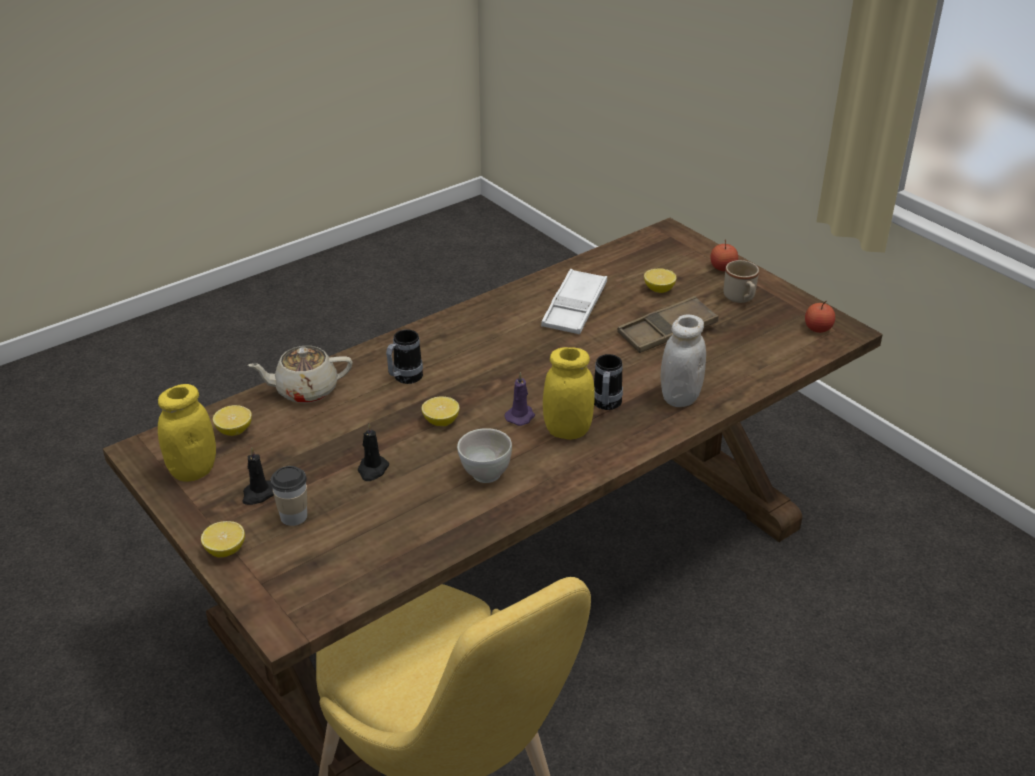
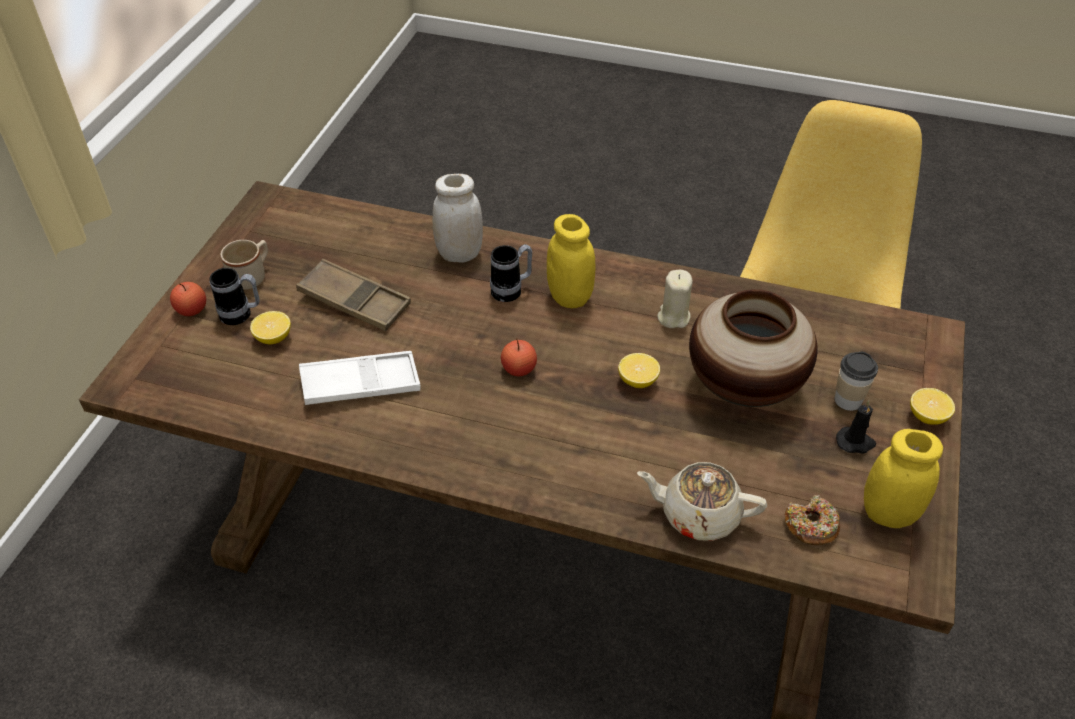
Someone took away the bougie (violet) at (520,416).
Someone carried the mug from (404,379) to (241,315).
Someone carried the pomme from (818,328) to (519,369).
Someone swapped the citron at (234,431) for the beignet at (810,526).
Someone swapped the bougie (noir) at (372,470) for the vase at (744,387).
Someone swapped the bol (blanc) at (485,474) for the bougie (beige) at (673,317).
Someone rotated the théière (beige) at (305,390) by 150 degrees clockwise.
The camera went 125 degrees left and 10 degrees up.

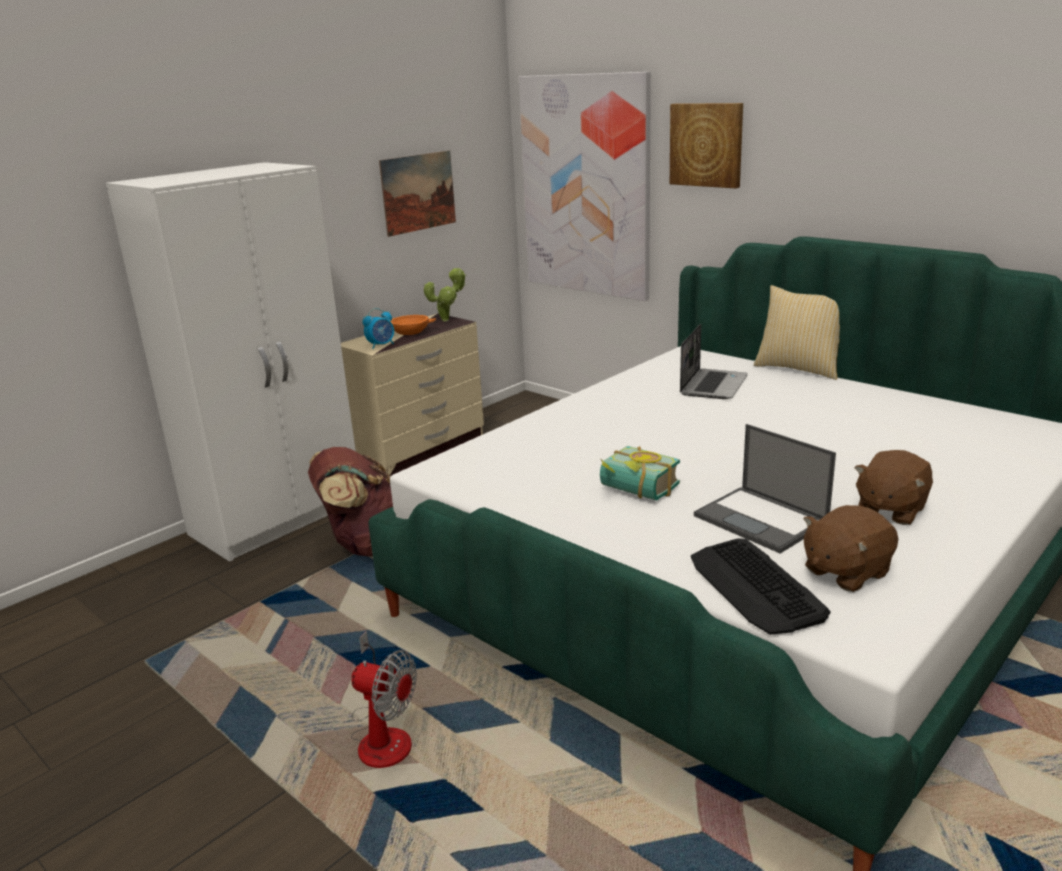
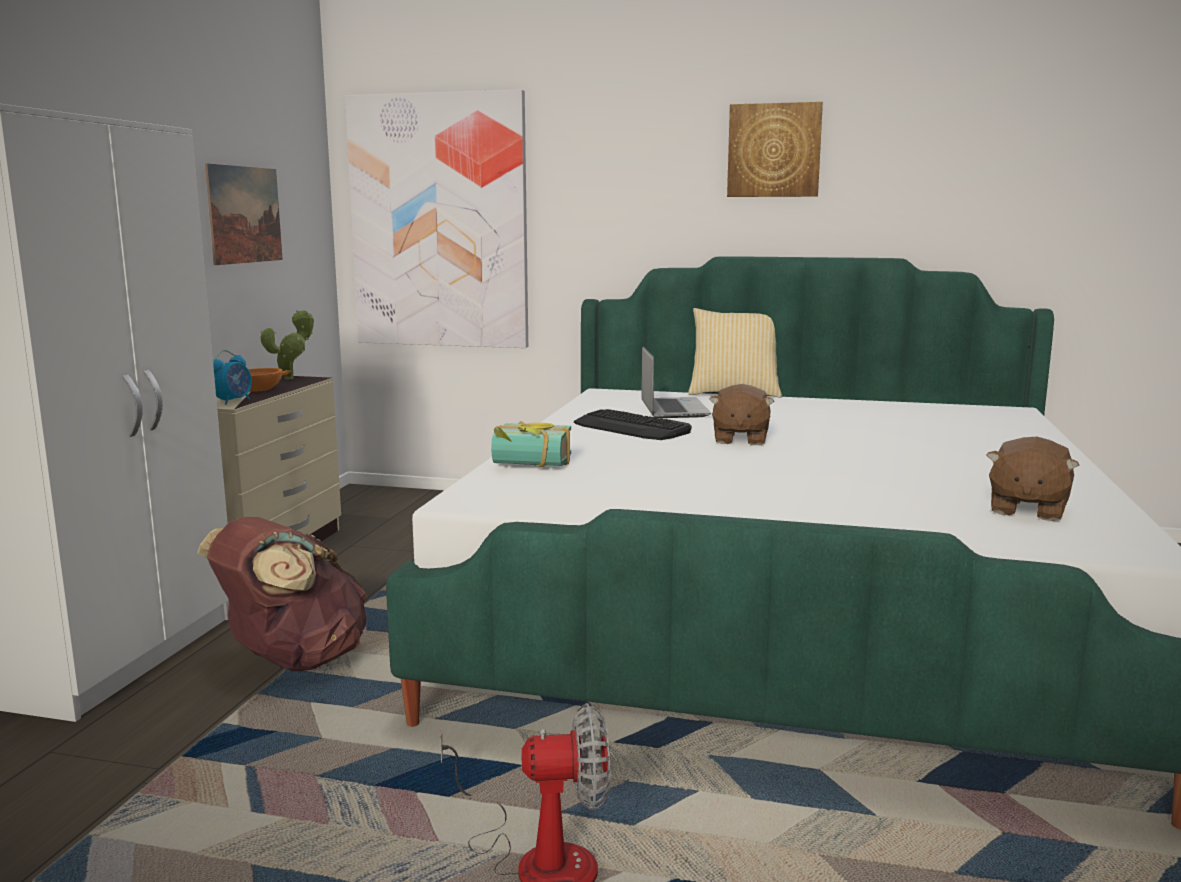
Someone took away the ordinateur portable at (762,520).
Someone carried the livre from (635,492) to (530,466).
Someone carried the tableau from (706,145) to (774,150).
Someone carried the clavier from (755,587) to (631,427).
Someone carried the peluche (marron) from (890,509) to (739,439).
The camera went 30 degrees left and 10 degrees down.

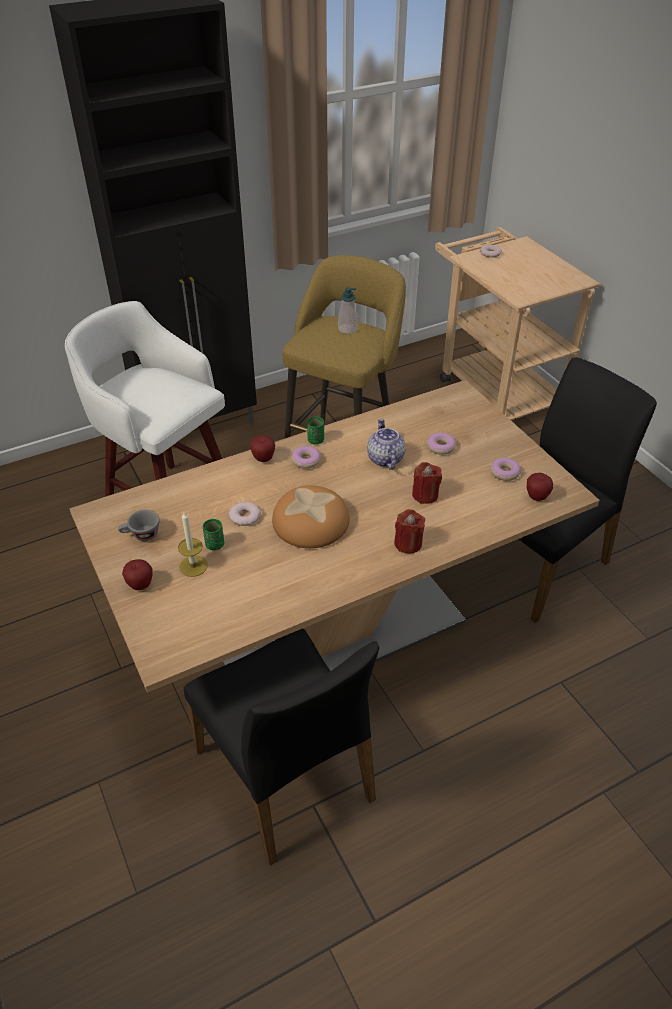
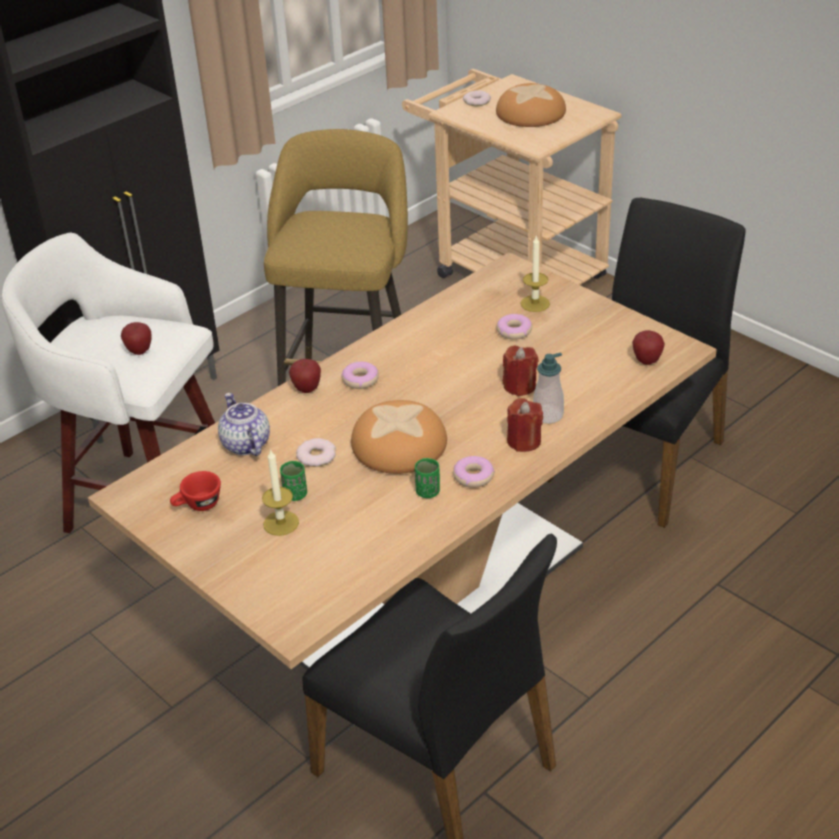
Someone put down the pain at (531,113).
Someone put down the bougie at (535,303).
Someone carried the pomme from (140,585) to (139,351).
Someone carried the tasse (vert) from (316,440) to (428,492).
Someone carried the distributeur de savon from (347,329) to (548,415).
Someone carried the théière from (384,458) to (245,444).
Someone carried the beignet from (505,473) to (473,476).
Someone repainted the tasse (gris) at (141,535), which became the tasse (rouge) at (198,505).
The camera went 15 degrees left and 5 degrees down.

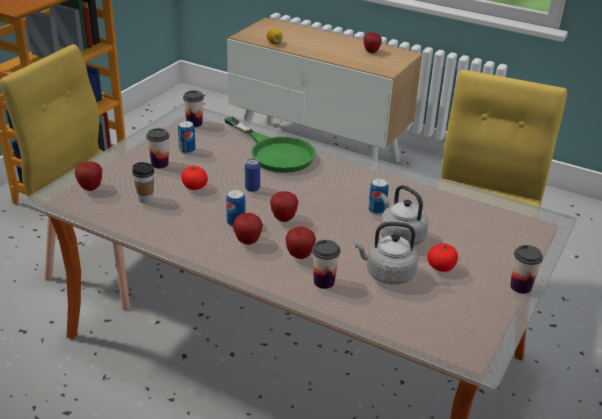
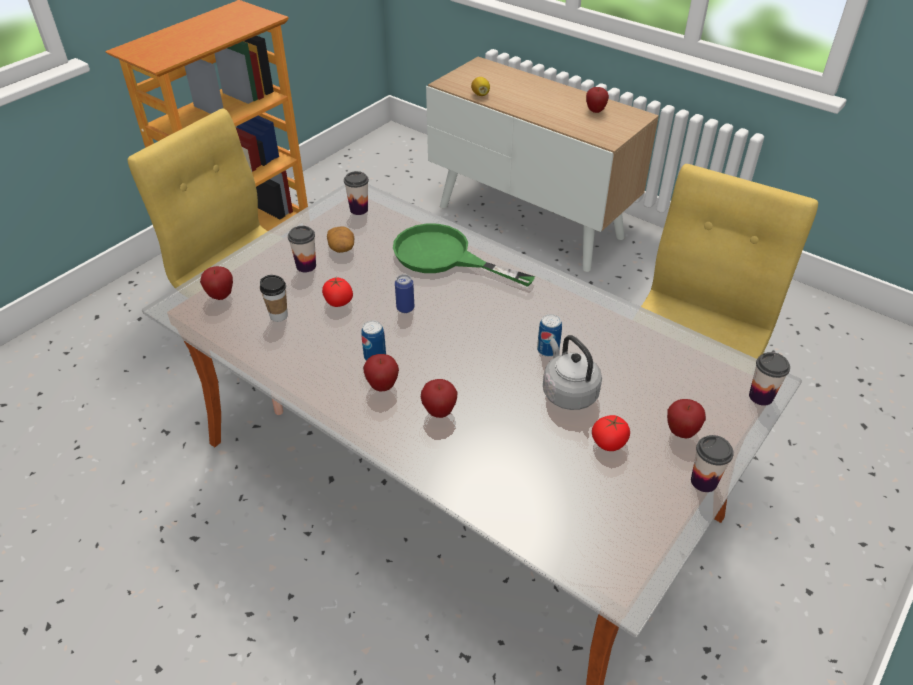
Someone took away the bouilloire (gris) at (387,274).
Someone carried the pomme from (283,218) to (681,432).
Someone carried the tasse from (324,282) to (761,396).
Someone swapped the boîte métallique at (187,150) for the pomme de terre at (342,248).
Someone rotated the poêle (vert) at (275,152) by 150 degrees clockwise.
The camera went 10 degrees right and 10 degrees up.

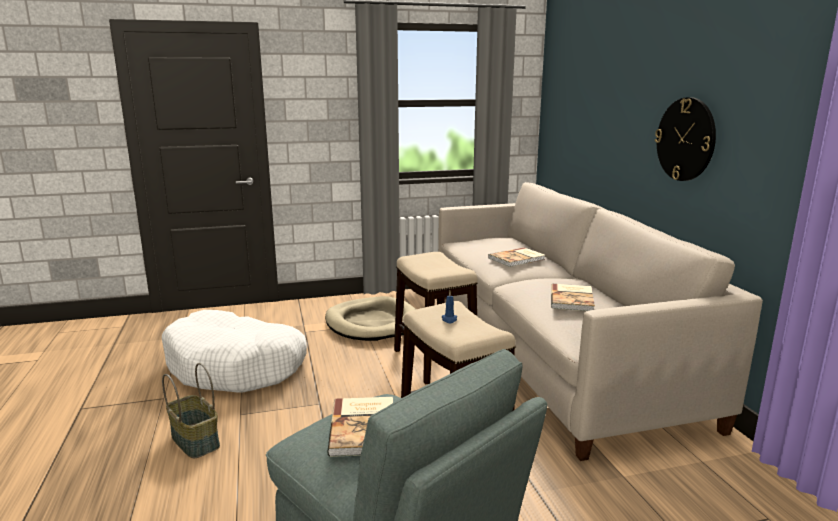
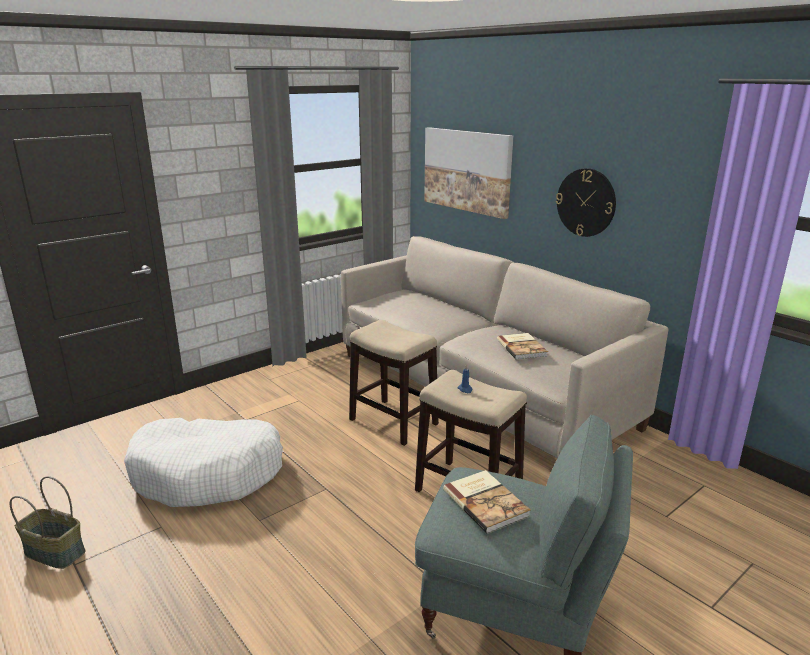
Someone took away the panier pour chien (beige) at (372,323).
Someone took away the livre at (517,259).
Someone put up the tableau at (467,170).
Someone carried the panier from (196,441) to (56,552).
The camera went 25 degrees left and 5 degrees up.

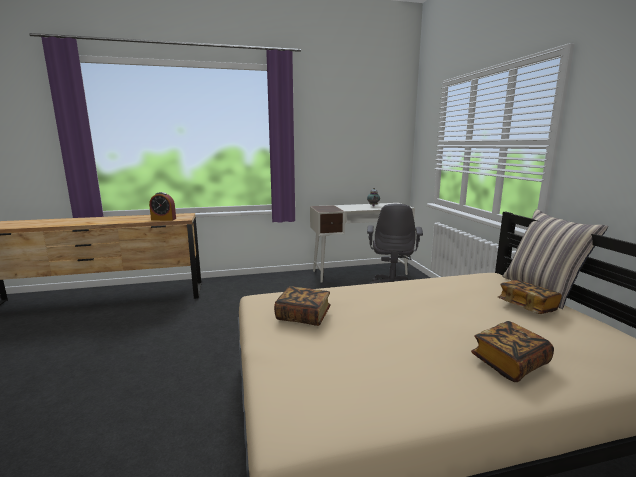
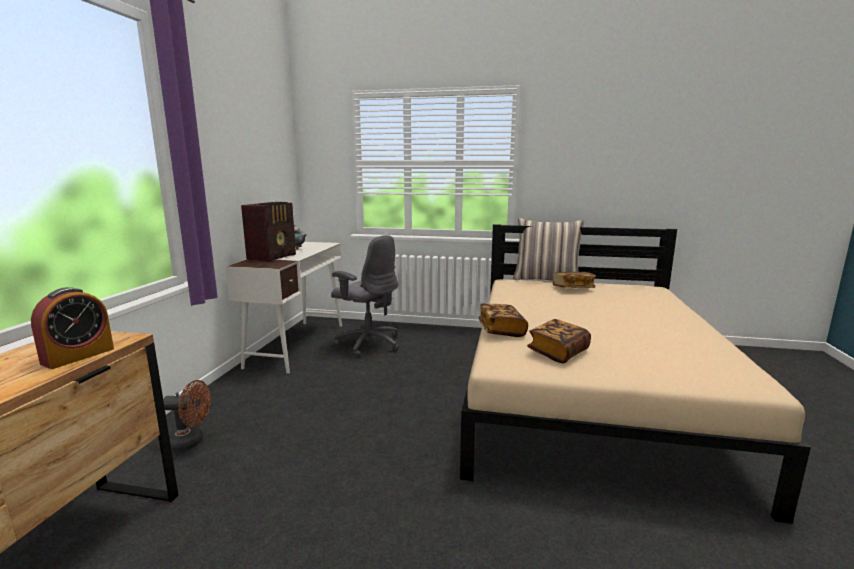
Someone put down the ventilateur (marron) at (190,442).
Someone put down the radio at (273,257).
Someone carried the livre from (509,363) to (501,330).
The camera went 65 degrees left and 0 degrees up.

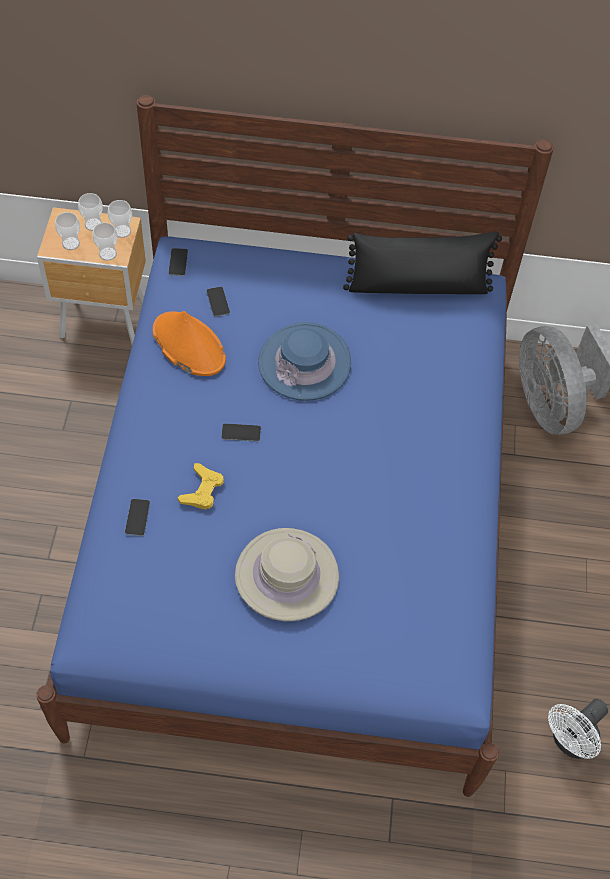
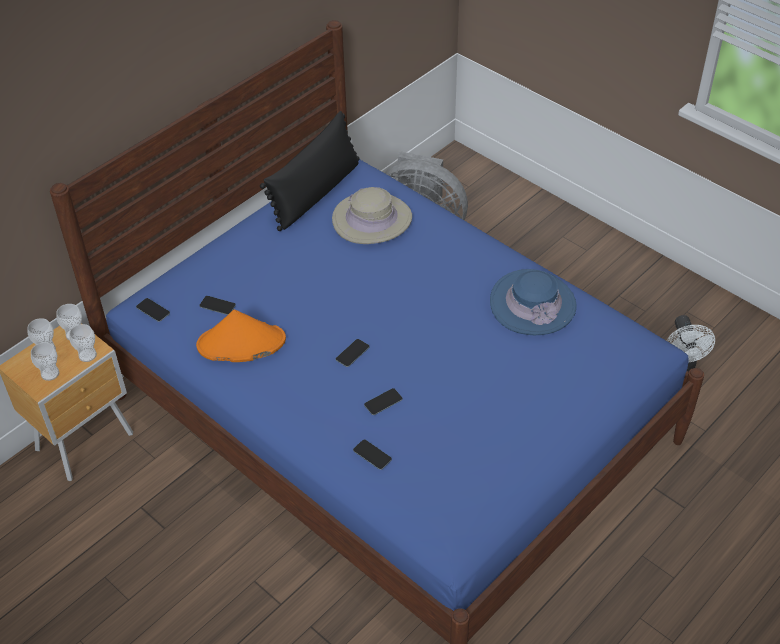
Someone carried the chapeau (beige) from (286,576) to (372,219).
Someone carried the chapeau (bleu) from (304,363) to (532,304).
Someone swapped the manette (jaune) at (202,490) for the téléphone at (383,402).
The camera went 50 degrees left and 10 degrees down.

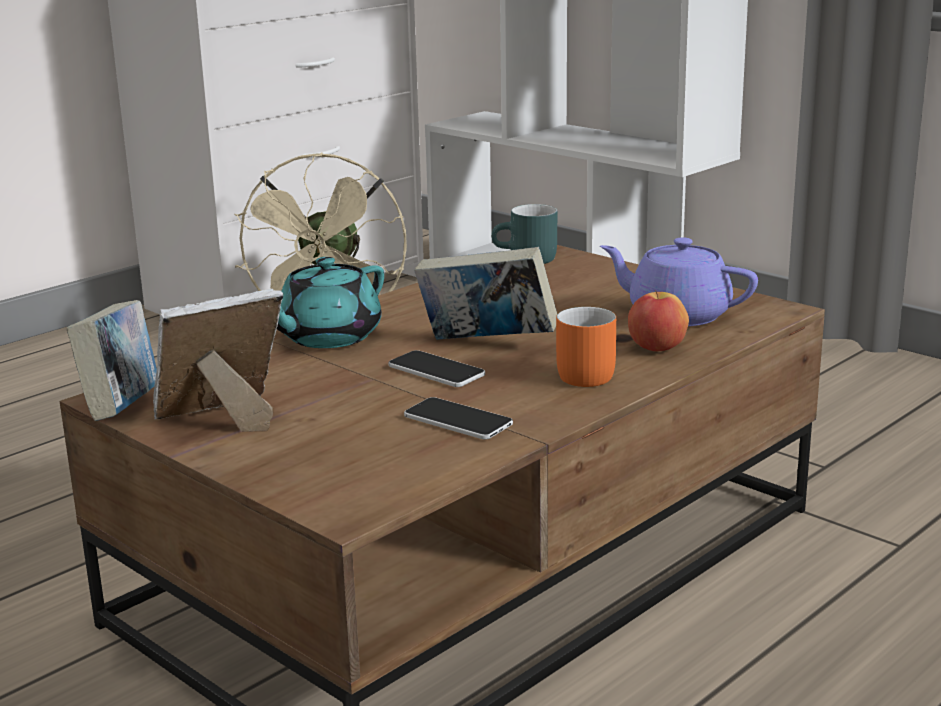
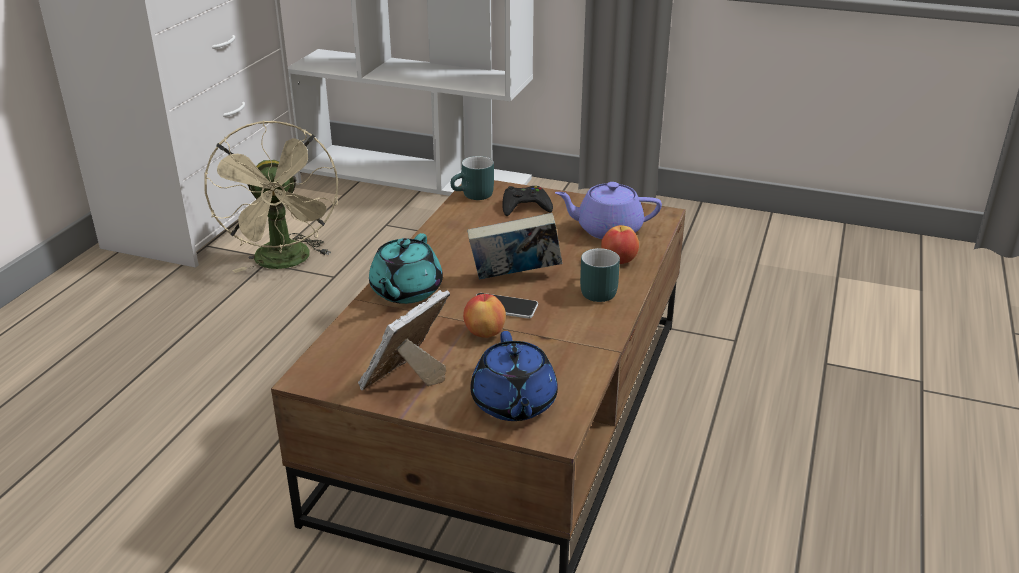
Someone took away the livre at (123,411).
Someone took away the téléphone at (458,421).
Someone put down the pomme at (485,332).
Someone put down the théière (bleu) at (513,404).
Someone put down the manette (noir) at (525,206).
Someone repainted the mug (orange) at (584,373), which became the mug (turquoise) at (595,290).
The camera went 25 degrees left and 10 degrees up.

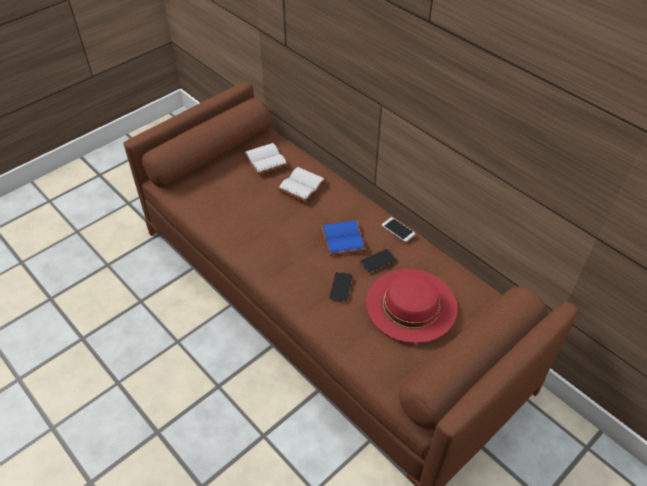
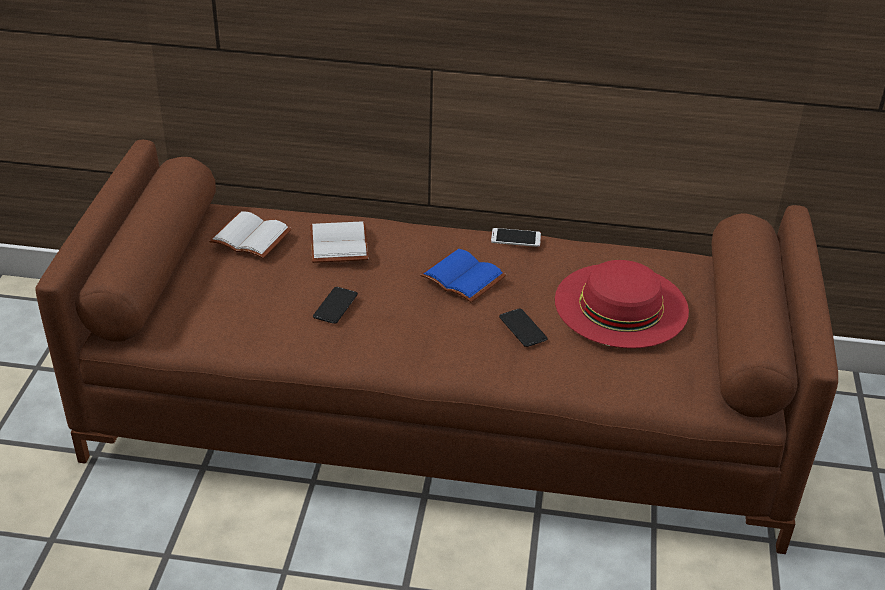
Someone carried the téléphone from (378,261) to (335,306).
The camera went 40 degrees left and 10 degrees down.

